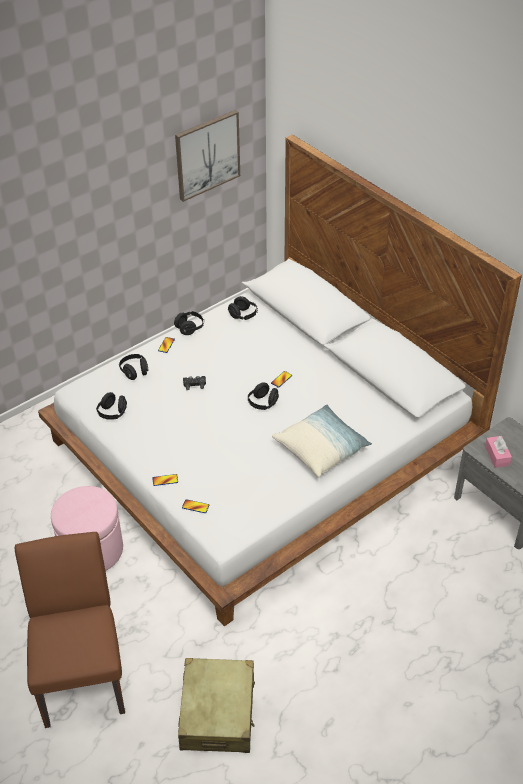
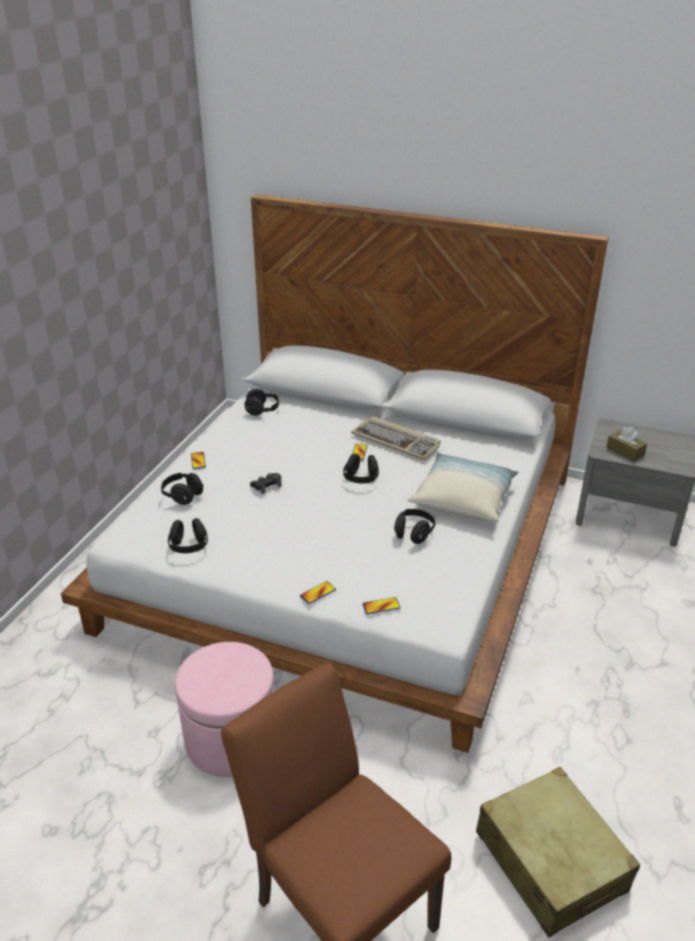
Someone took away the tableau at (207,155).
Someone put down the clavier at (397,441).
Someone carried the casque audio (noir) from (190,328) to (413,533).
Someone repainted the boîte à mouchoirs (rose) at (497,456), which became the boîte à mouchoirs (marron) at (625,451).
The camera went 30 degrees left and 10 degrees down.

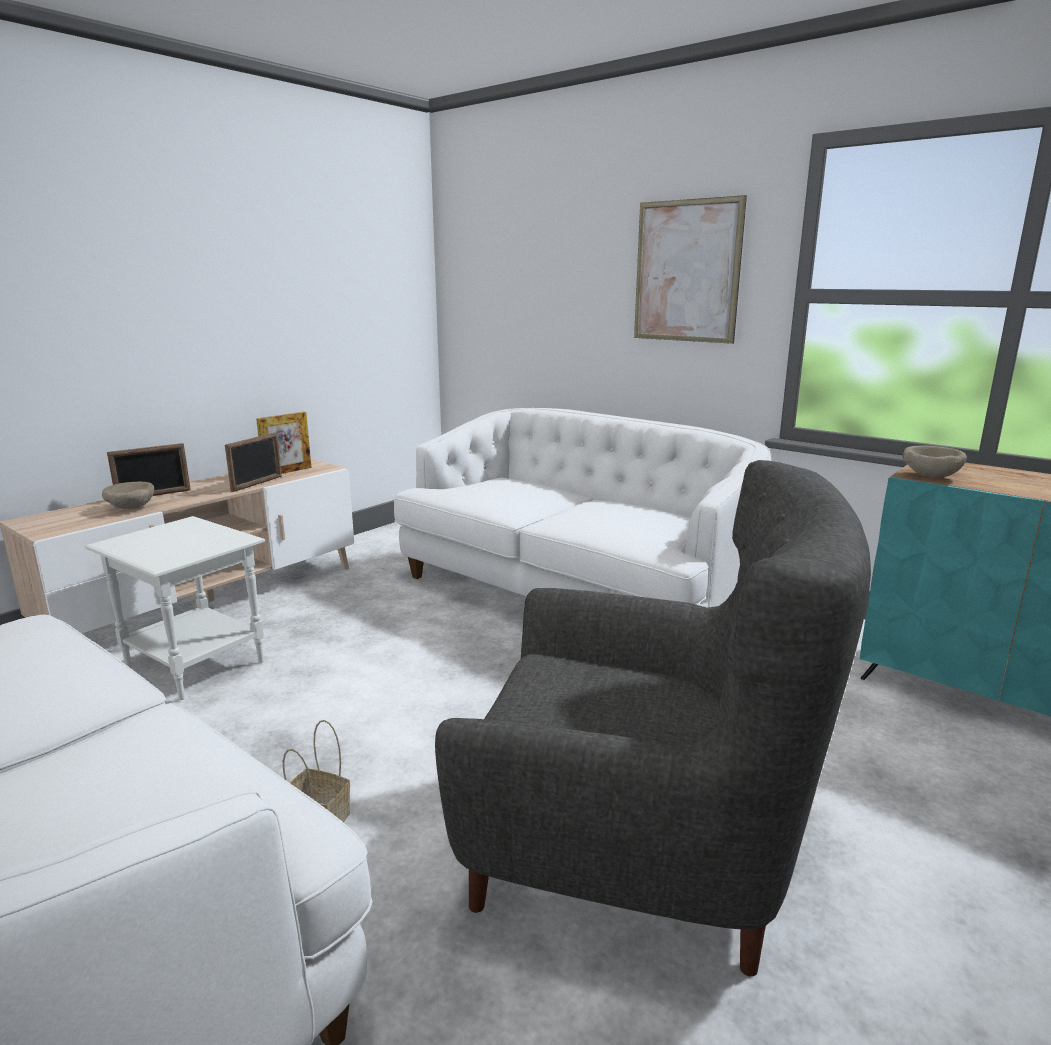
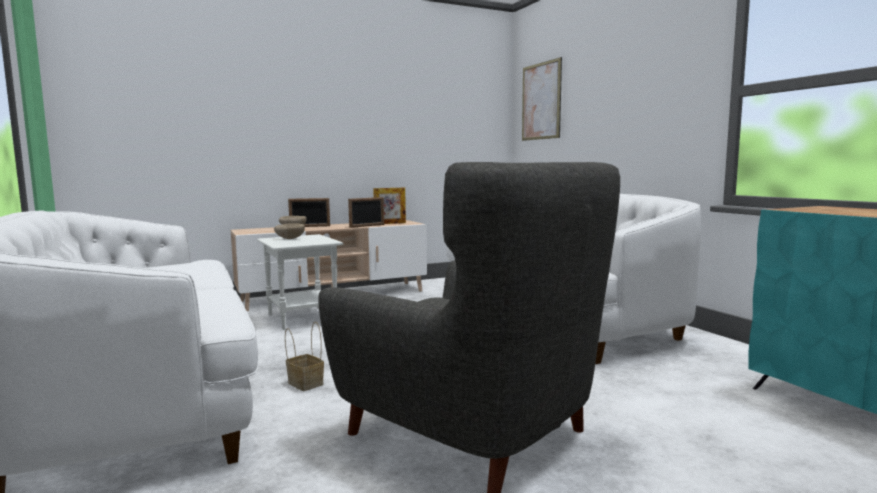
Someone carried the tableau from (686,271) to (541,101).
Someone carried the bol (beige) from (929,477) to (289,238).
The camera went 25 degrees right and 10 degrees down.

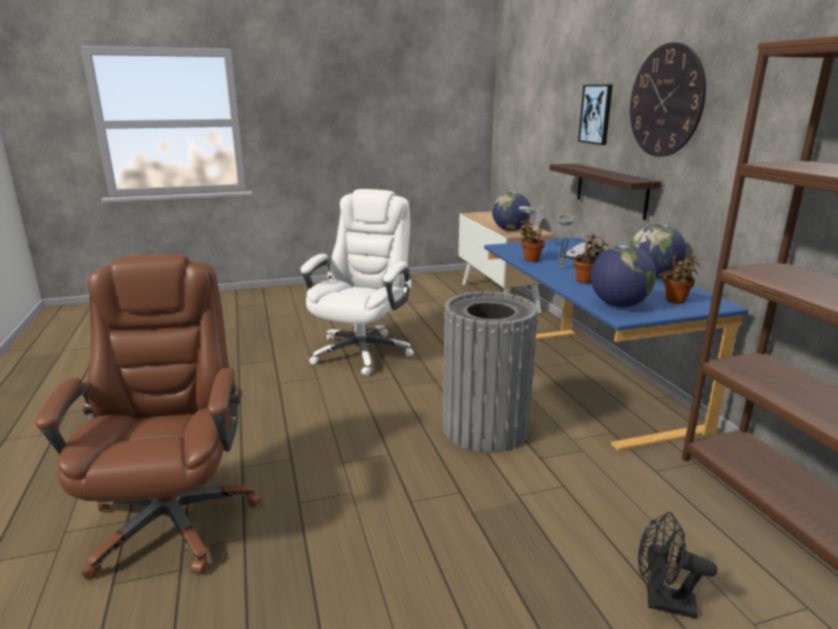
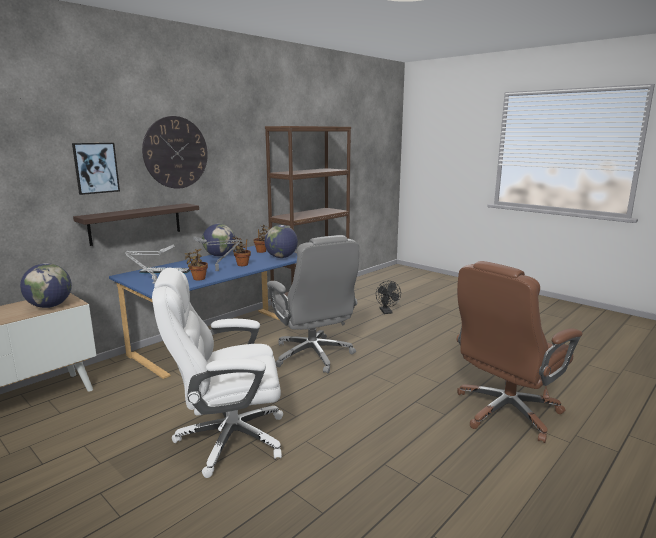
Someone swapped the poubelle (gris) at (484,428) for the chaise de bureau (gris) at (313,355).
The camera went 120 degrees left and 5 degrees down.

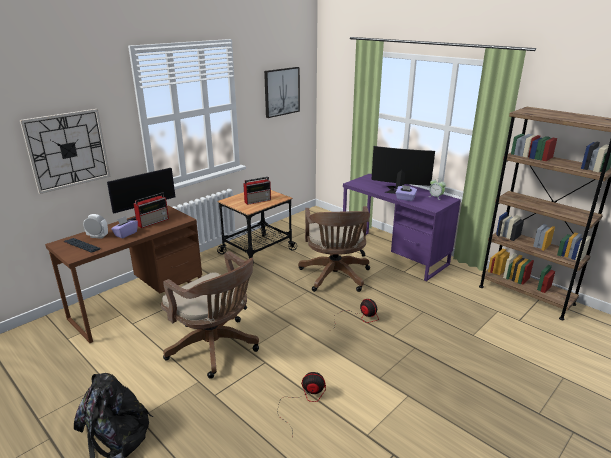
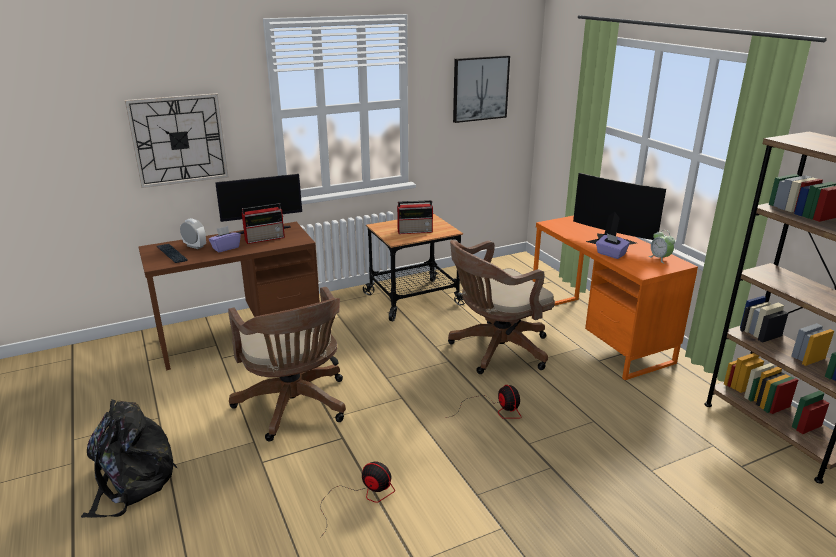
Someone repainted the bureau (violet) at (393,254), which became the bureau (orange) at (597,335).
Someone rotated the chaise de bureau (marron) at (335,277) by 45 degrees clockwise.
The camera went 20 degrees right and 0 degrees up.

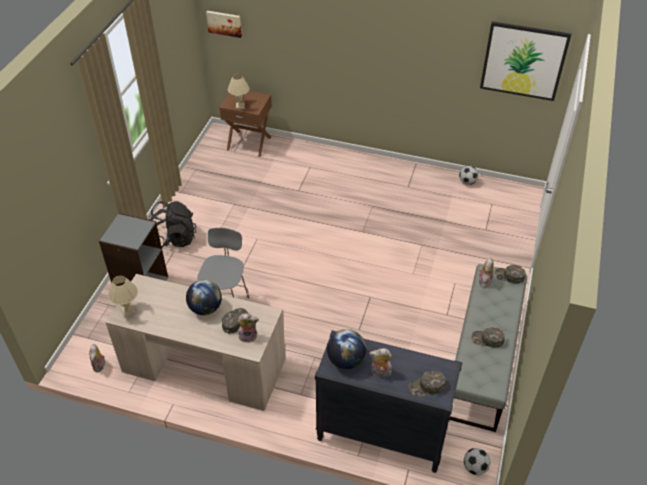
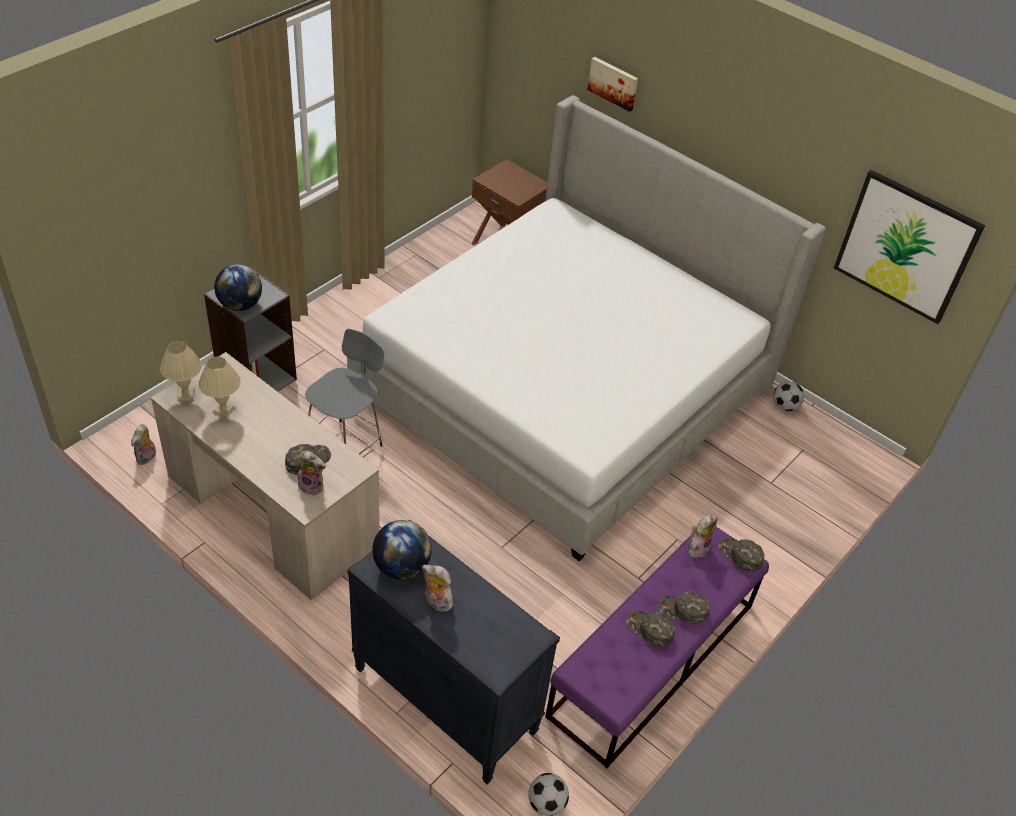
Someone took away the sac à dos (noir) at (174,239).
Someone put down the lit at (564,389).
Someone carried the globe from (205,308) to (240,305).
Someone carried the tableau from (224,23) to (613,83).
Someone carried the lampe de table (beige) from (240,106) to (223,411).
Someone carried the casquette (vert) from (427,386) to (683,610).
Someone repainted the banc (gris) at (482,359), which became the banc (violet) at (652,660).
The camera went 20 degrees right and 0 degrees up.

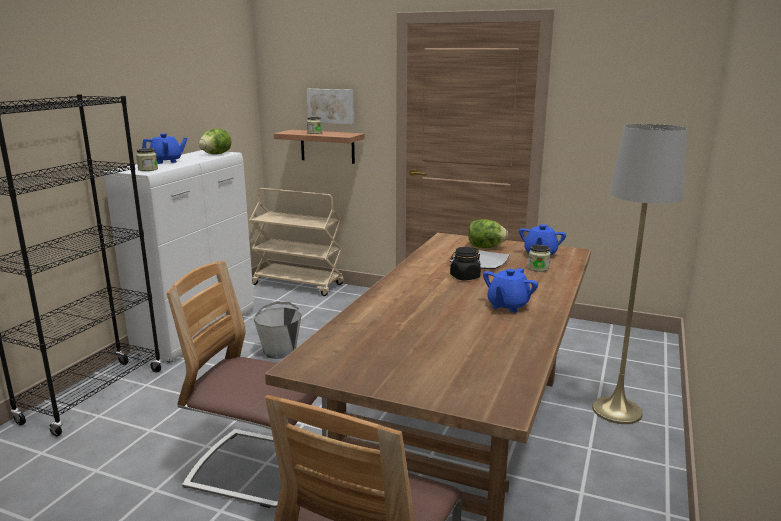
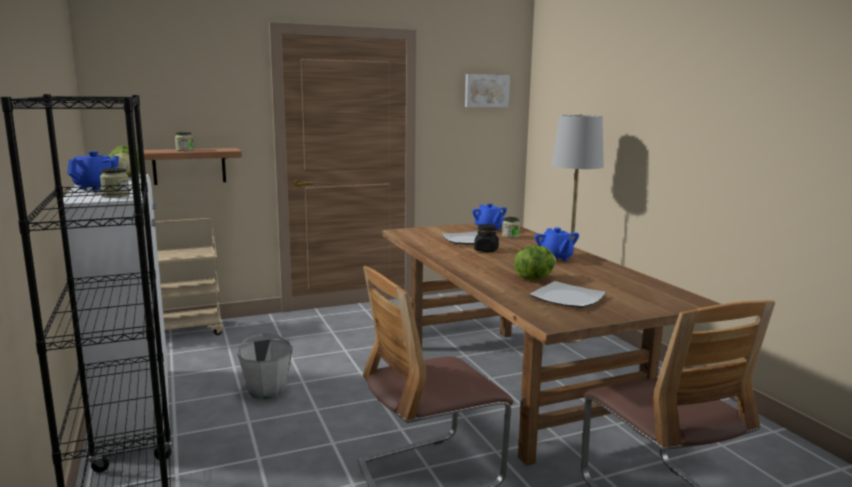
Someone put down the assiette at (566,298).
Someone carried the tableau from (331,106) to (486,90).
Someone carried the laitue from (485,247) to (534,278).
The camera went 45 degrees left and 5 degrees down.

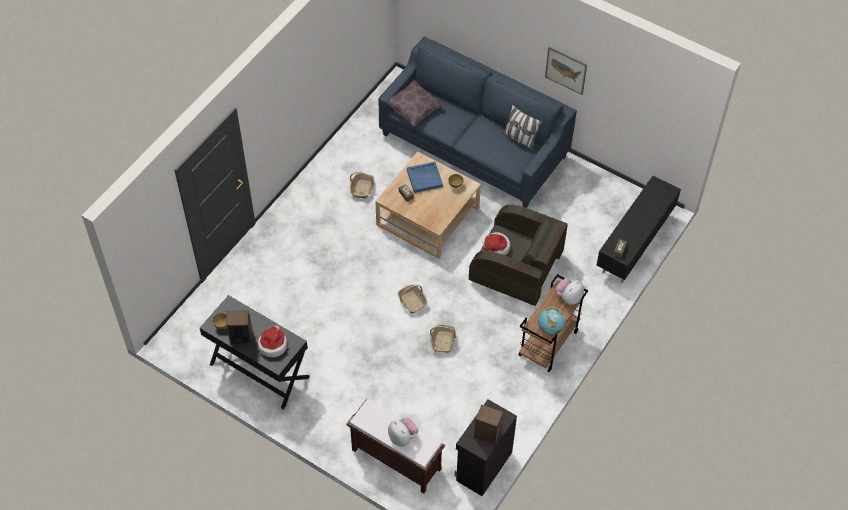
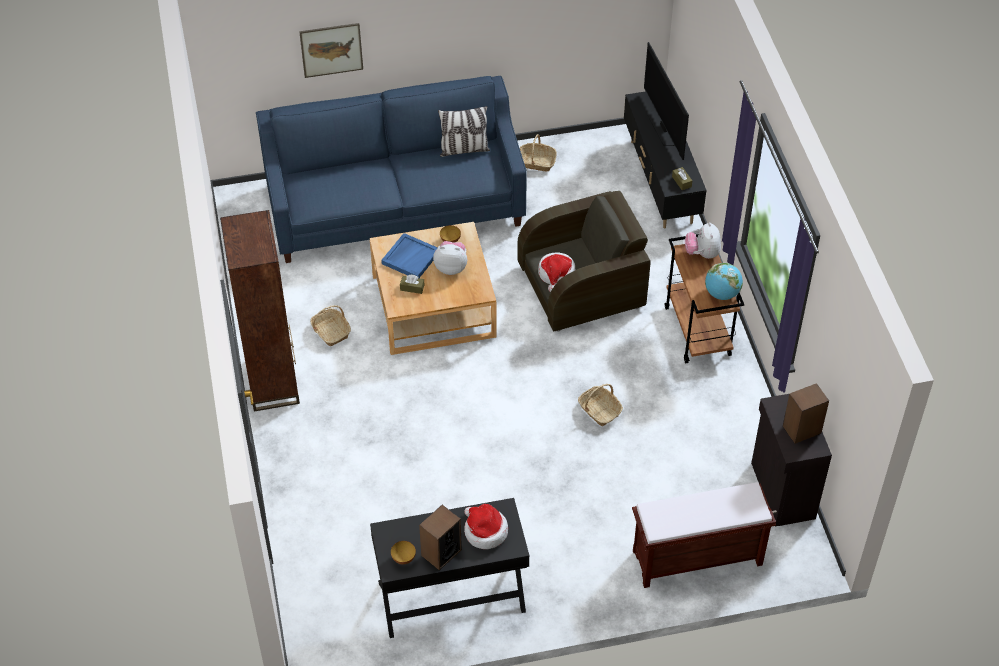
Someone took away the coussin (marron) at (414,108).
Someone put down the bibliothèque (marron) at (272,382).
Someone put down the téléviseur at (664,128).
Someone carried the peluche from (402,437) to (451,267).
Someone carried the panier from (412,302) to (536,162).
Someone carried the tableau from (566,70) to (331,50).
The camera went 45 degrees left and 5 degrees down.

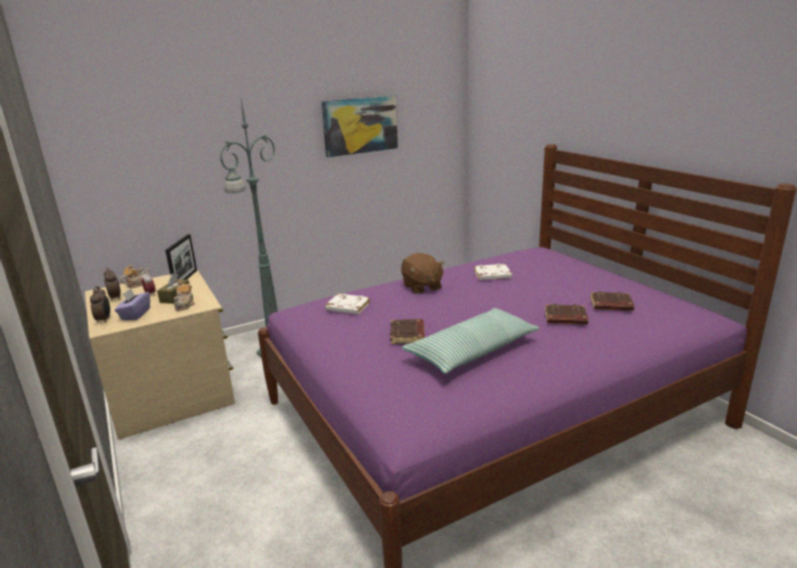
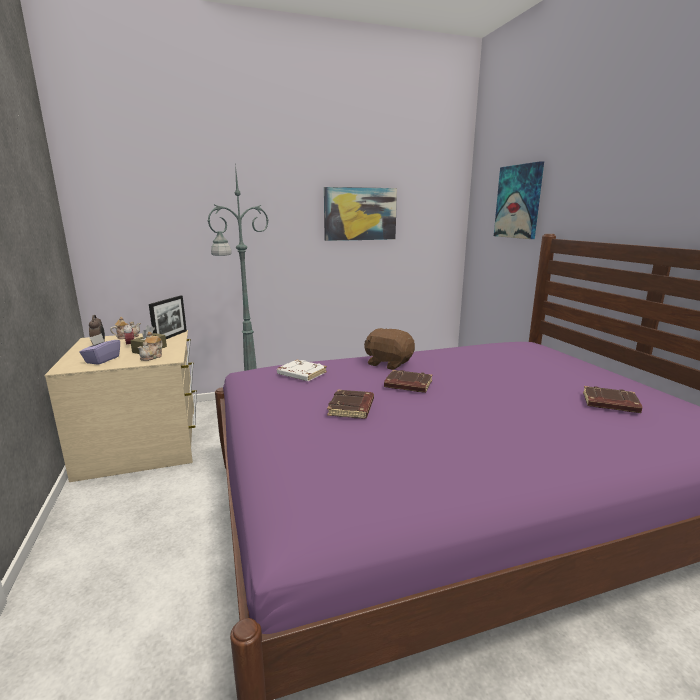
Someone took away the réveil at (104,320).
Someone took away the coussin at (472,351).
Someone took away the livre (blanc) at (492,275).
Someone put up the tableau at (518,202).
Someone carried the livre (marron) from (565,318) to (407,385).
Someone rotated the peluche (marron) at (421,287) by 135 degrees clockwise.
The camera went 10 degrees right and 5 degrees down.

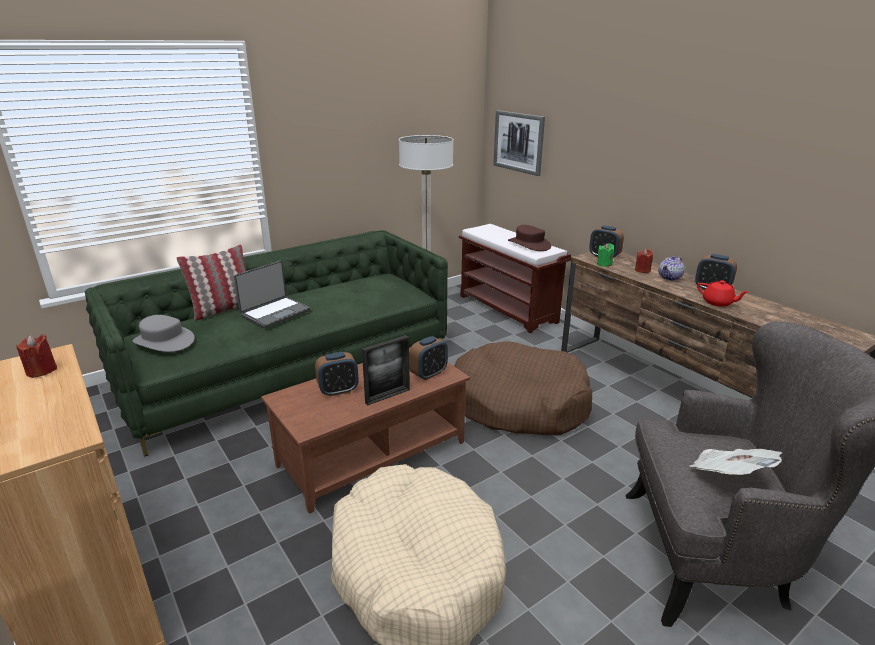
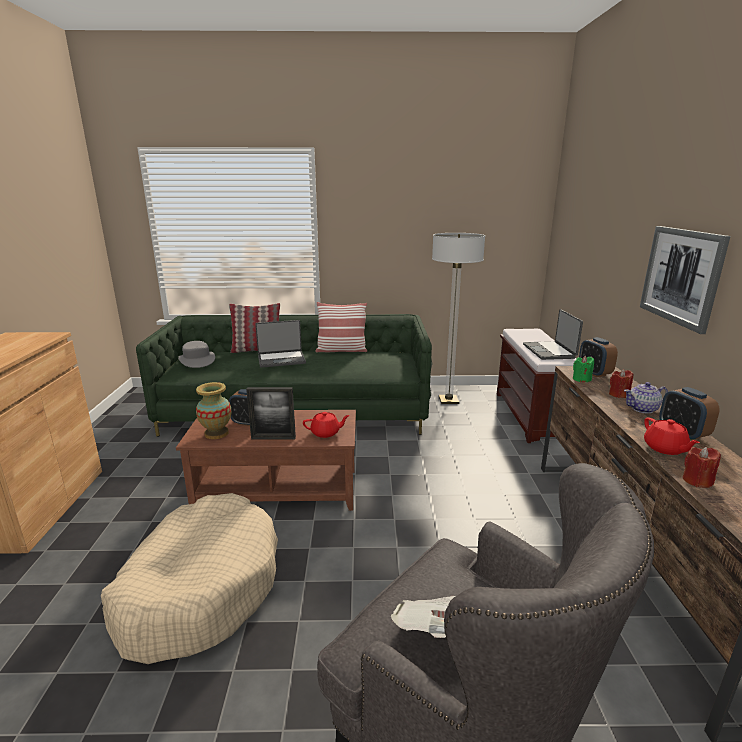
Someone took away the panier pour chien (marron) at (518,403).
Someone put down the vase at (216,433).
Someone put down the coussin at (341,350).
Someone carried the bougie (rouge) from (41,370) to (697,481).
Someone carried the tableau from (518,142) to (681,276).
Someone swapped the réveil at (428,374) for the théière (rouge) at (326,433).
Someone swapped the chapeau (marron) at (529,244) for the ordinateur portable at (550,351).
The camera went 35 degrees right and 5 degrees down.

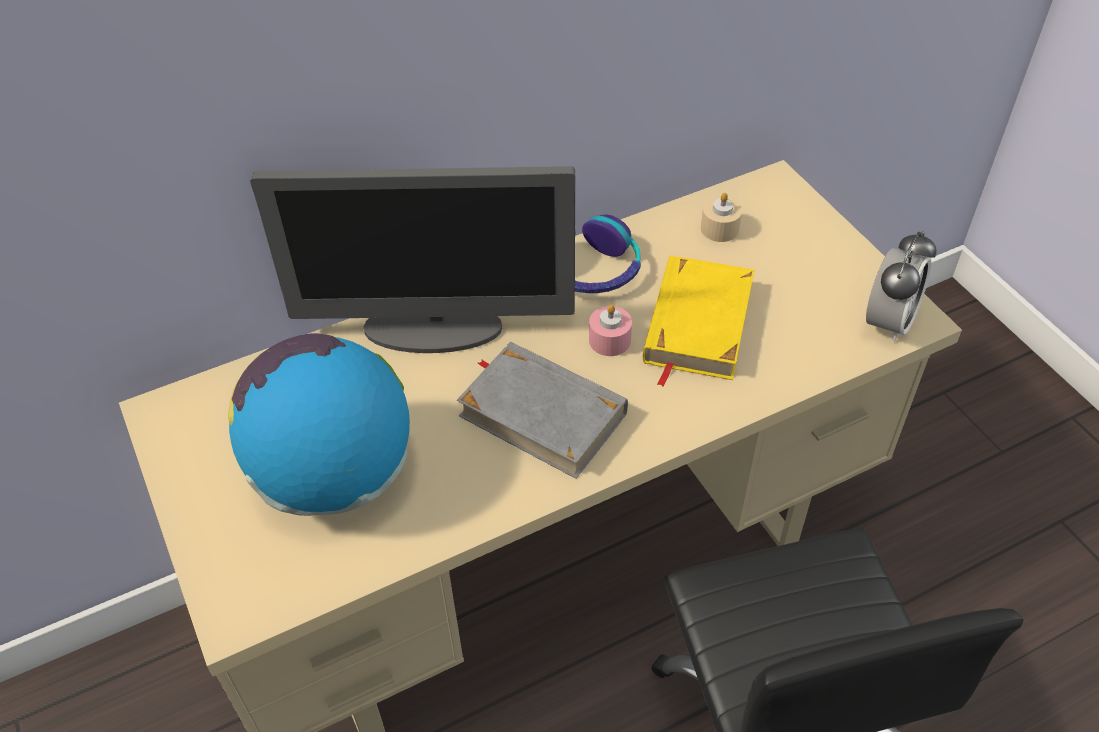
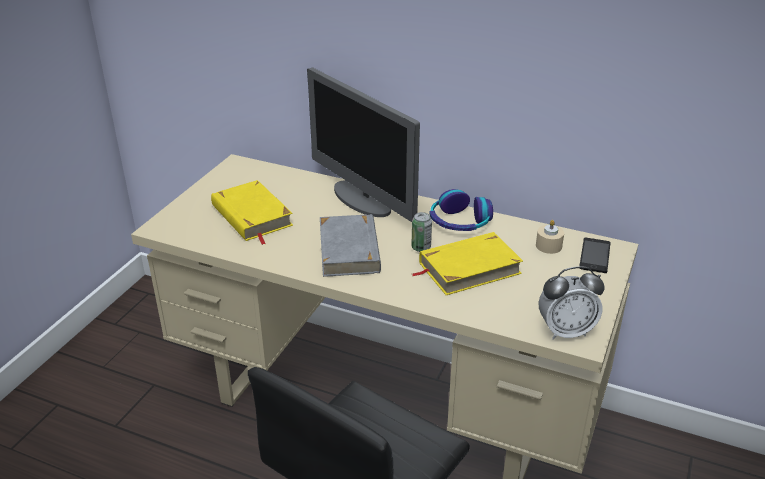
Someone put down the téléphone at (594,256).
Someone swapped the globe at (335,475) for the livre (jaune) at (251,216).
Someone swapped the bougie (rose) at (609,340) for the boîte métallique at (421,247).
The camera went 50 degrees right and 15 degrees down.

